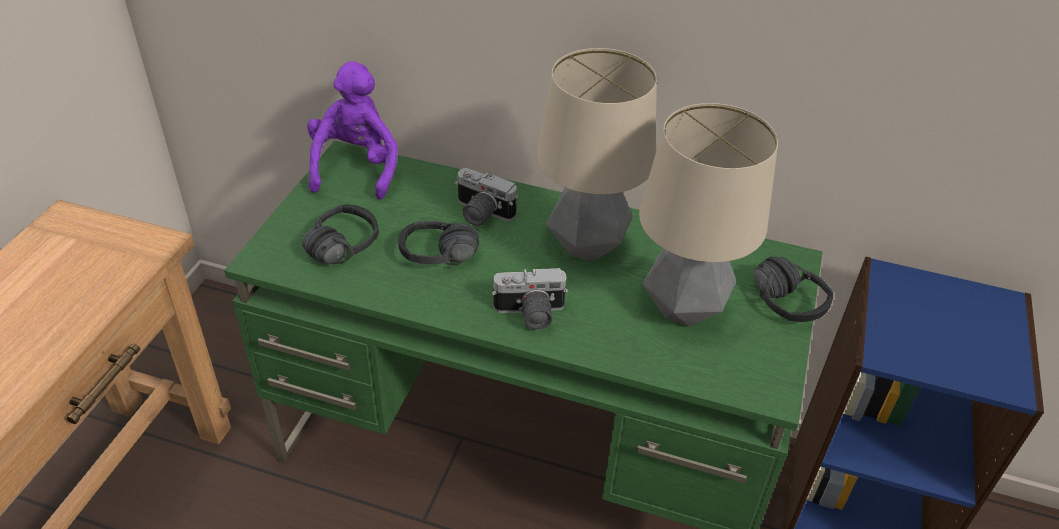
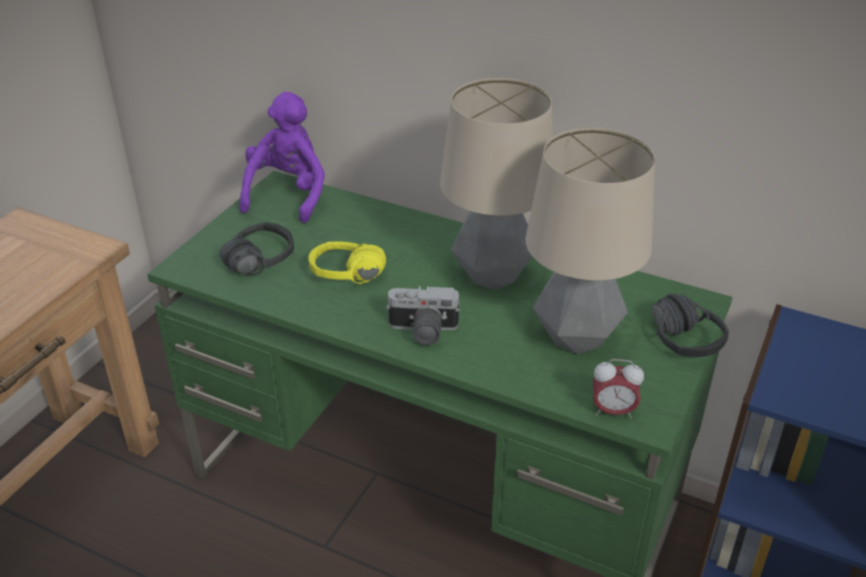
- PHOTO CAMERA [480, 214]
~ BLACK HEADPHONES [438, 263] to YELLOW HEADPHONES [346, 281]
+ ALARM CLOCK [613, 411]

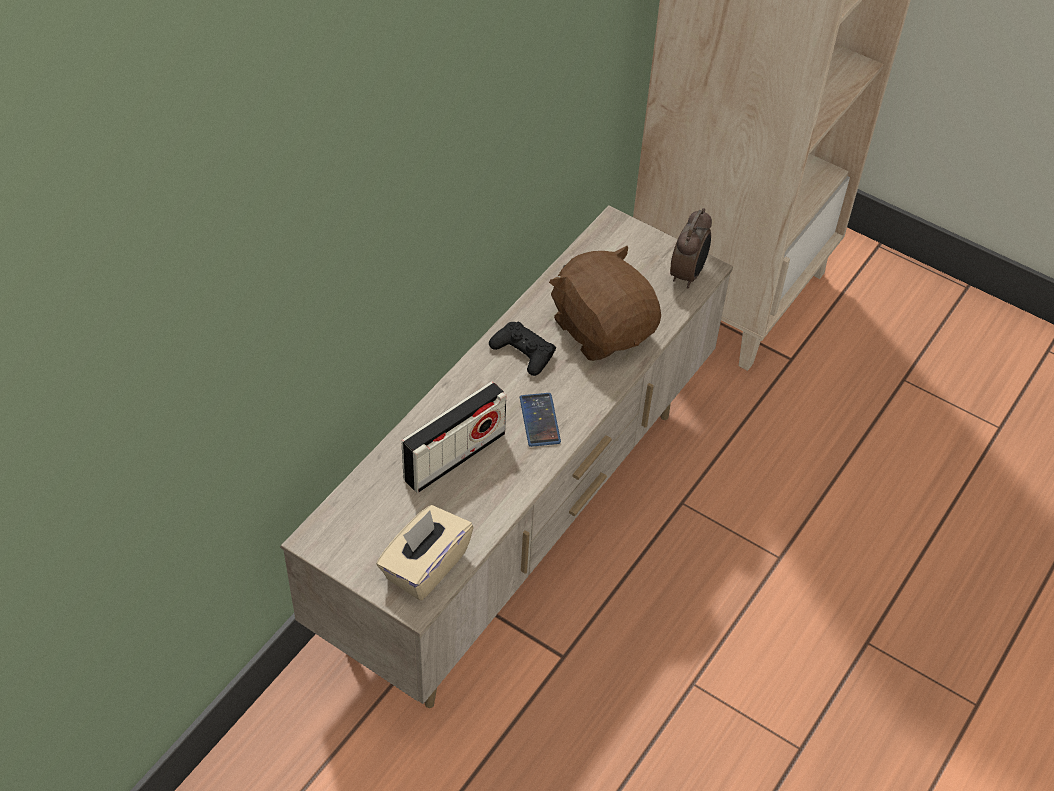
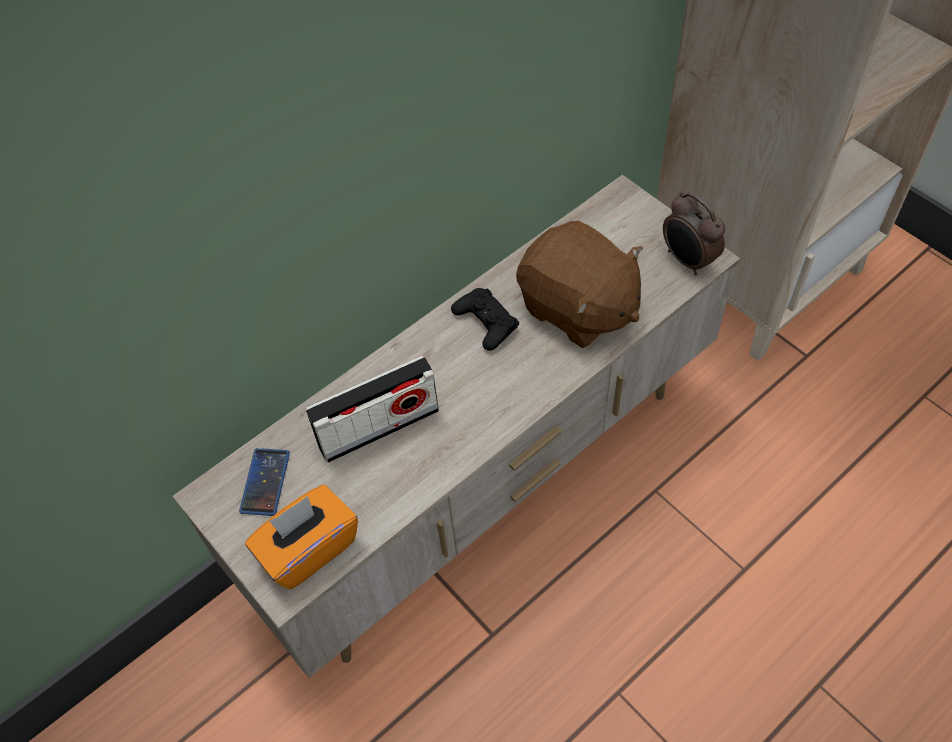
~ ALARM CLOCK [688, 274] = [687, 261] 105 degrees clockwise
~ BROWN PLUSH TOY [602, 329] = [577, 308] 150 degrees clockwise
~ PHONE [540, 420] to [265, 482]
~ BEIGE TISSUE BOX [425, 566] to ORANGE TISSUE BOX [308, 549]

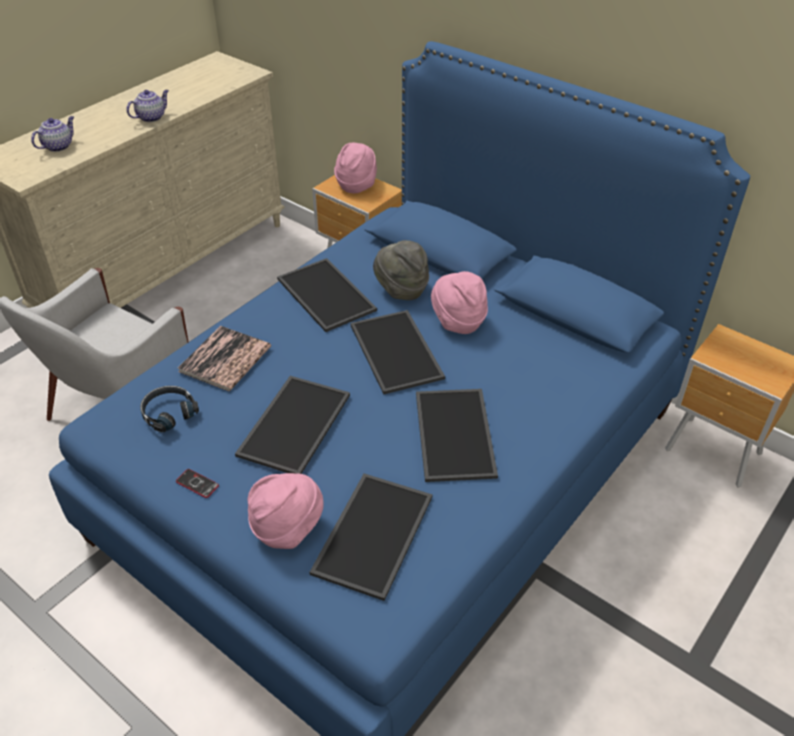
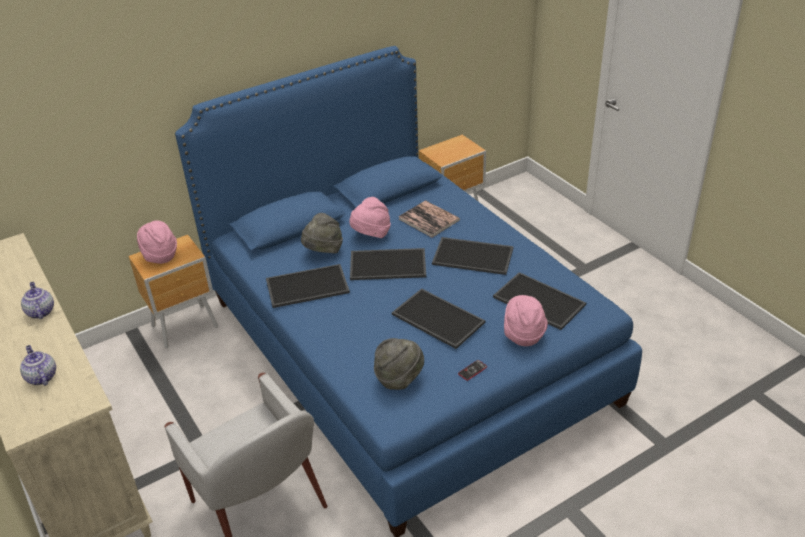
~ BOOK [225, 359] to [429, 219]
~ BLACK HEADPHONES [168, 412] to GREY HAT [399, 378]

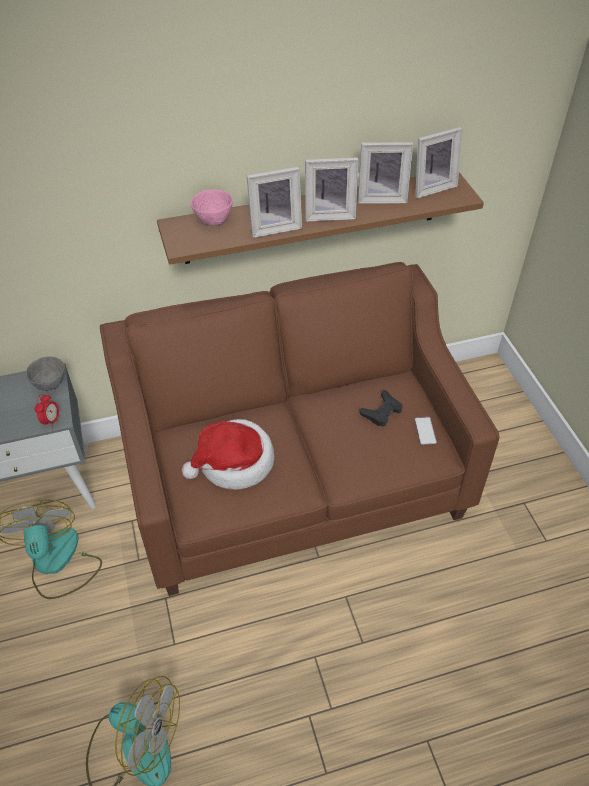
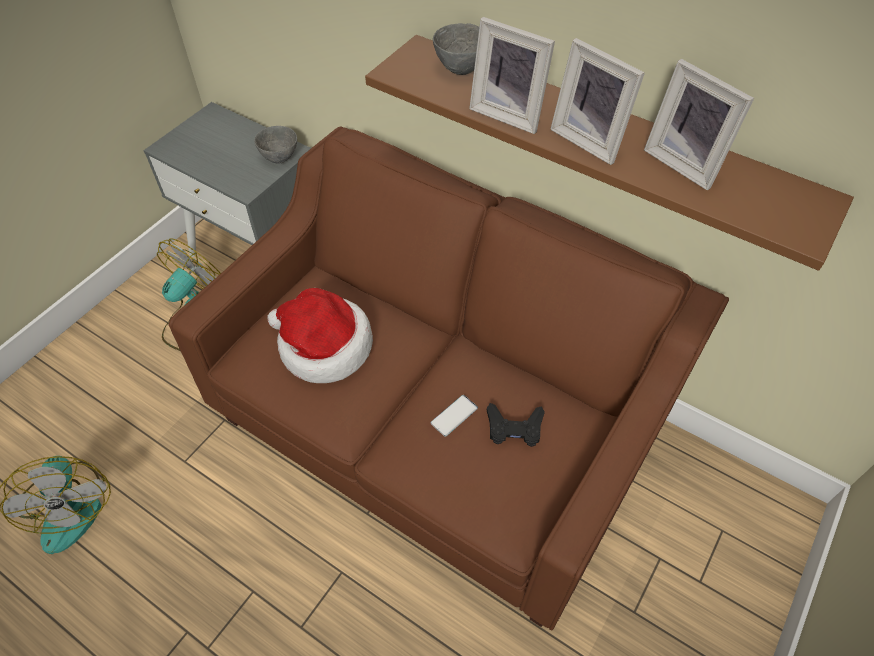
- PICTURE FRAME [431, 187]
~ PINK BOWL [214, 222] to GREY BOWL [460, 69]
- ALARM CLOCK [51, 421]
~ PHONE [425, 431] to [454, 415]

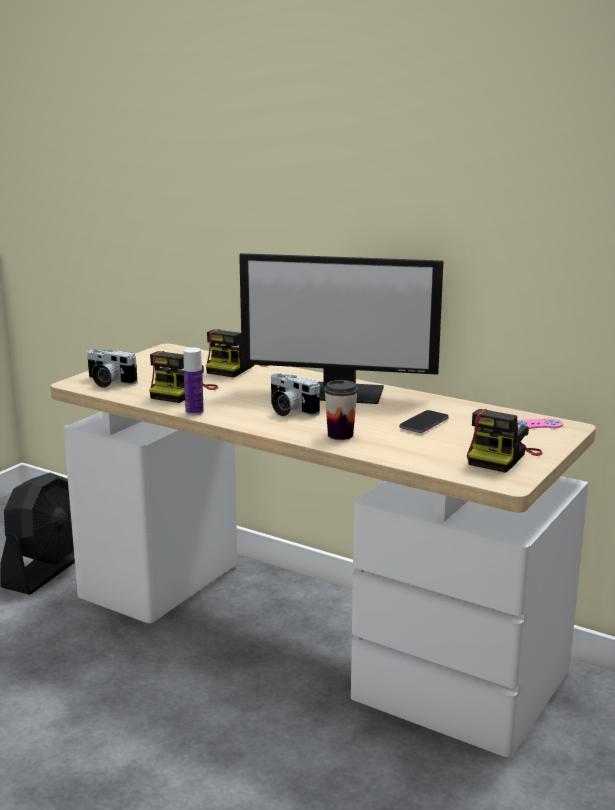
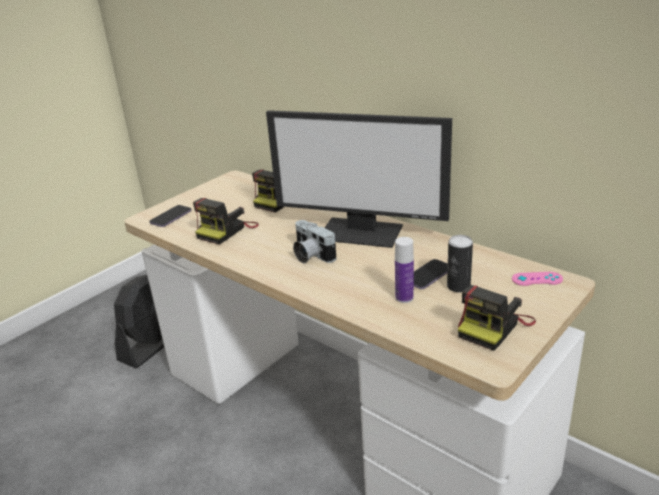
~ BOTTLE [194, 412] to [404, 297]
~ PHOTO CAMERA [108, 382] to PHONE [171, 217]
- CUP [340, 435]
+ CAN [458, 286]

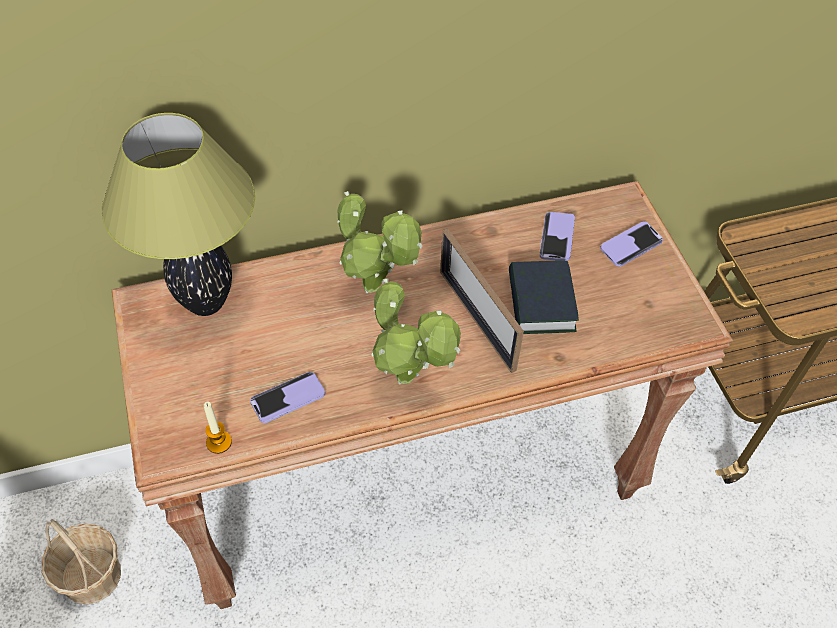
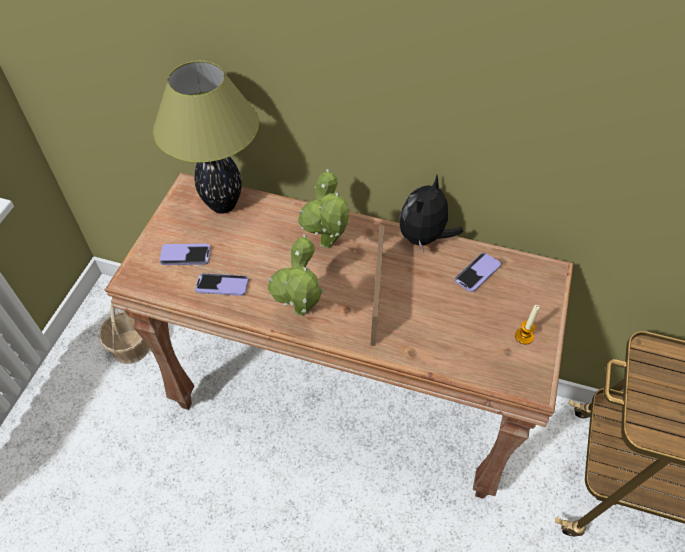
~ PHONE [631, 245] to [185, 255]
- BOOK [540, 303]
~ CANDLE [219, 442] to [524, 336]
+ PLUSH TOY [424, 238]

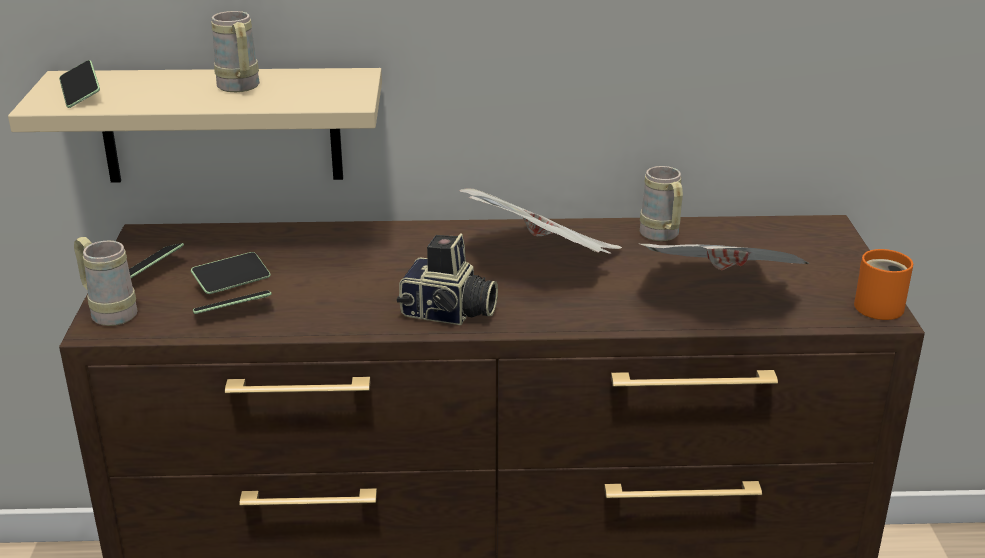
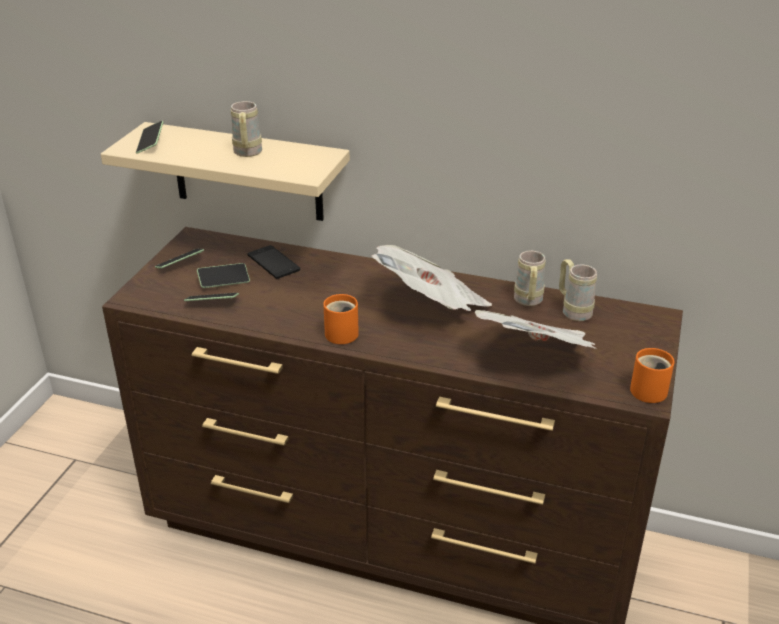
~ PHOTO CAMERA [448, 314] to ORANGE MUG [343, 332]
~ BEIGE MUG [108, 312] to [573, 310]
+ PHONE [273, 262]

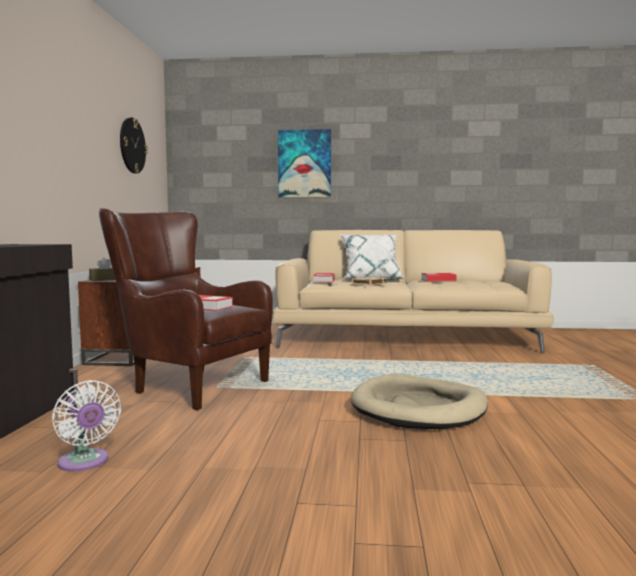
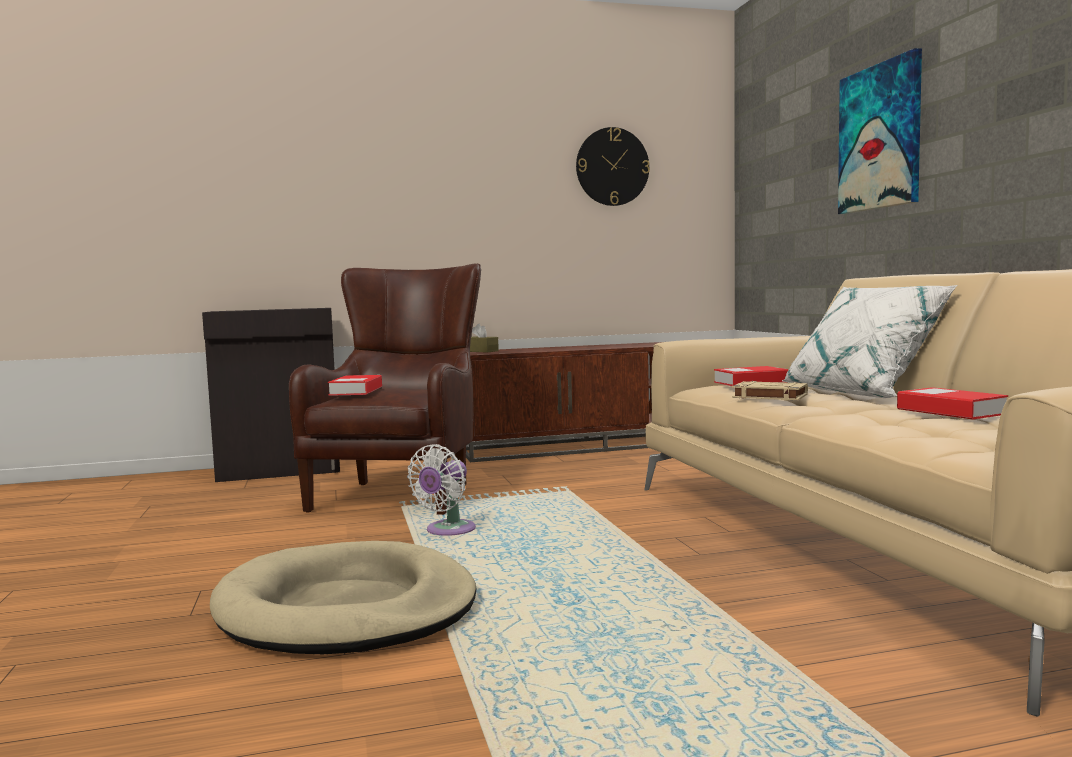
~ WHITE FAN [85, 463] to [447, 531]

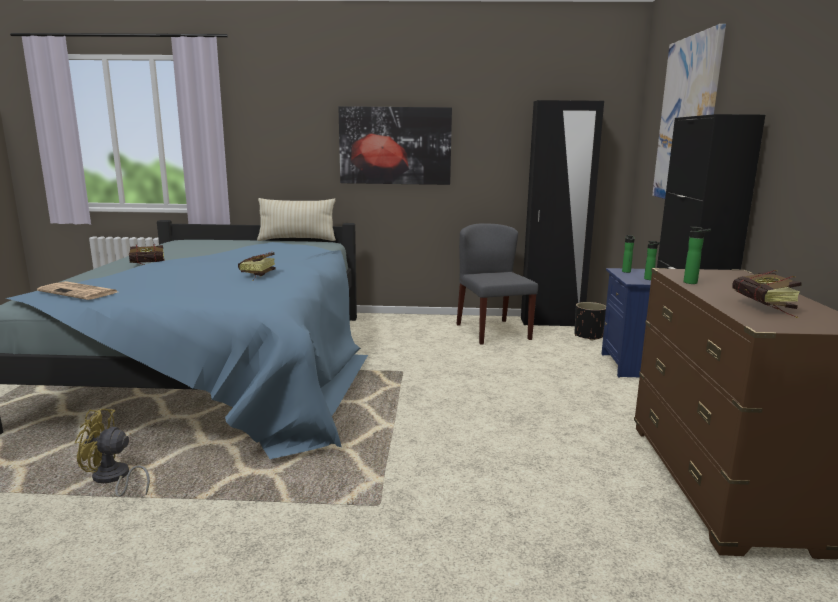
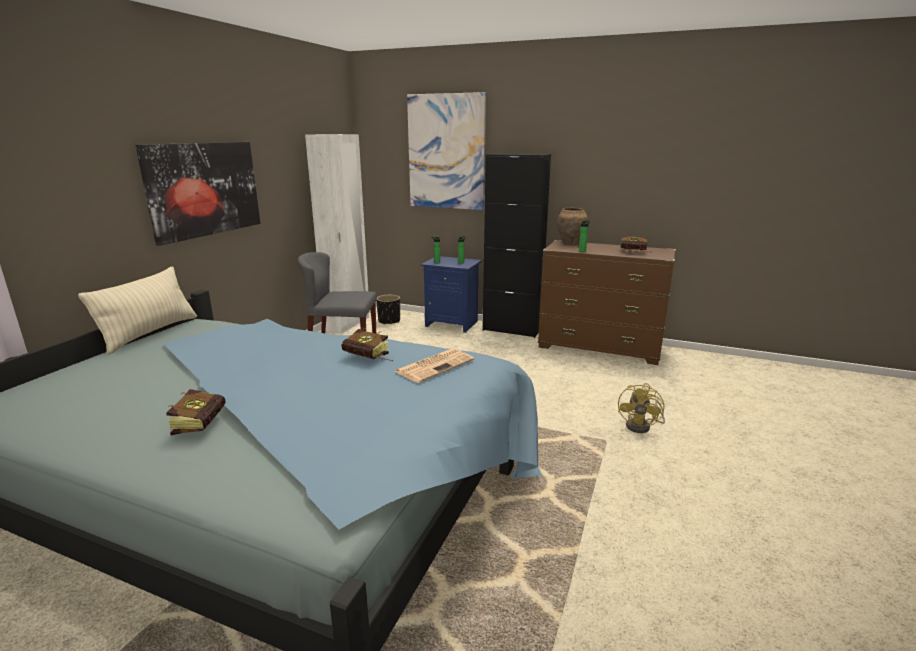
~ BLACK WARDROBE [551, 322] to WHITE WARDROBE [347, 324]
~ NEWSPAPER [80, 292] to [435, 365]
~ YELLOW FAN [113, 479] to [642, 426]
+ BROWN VASE [571, 243]

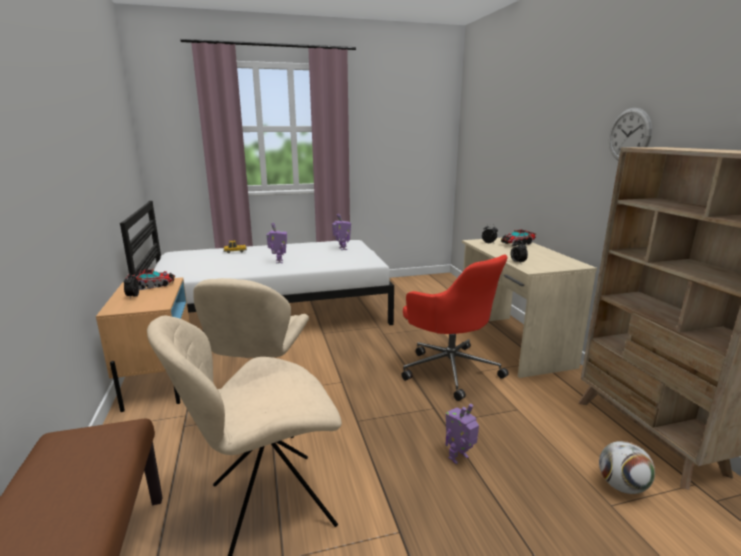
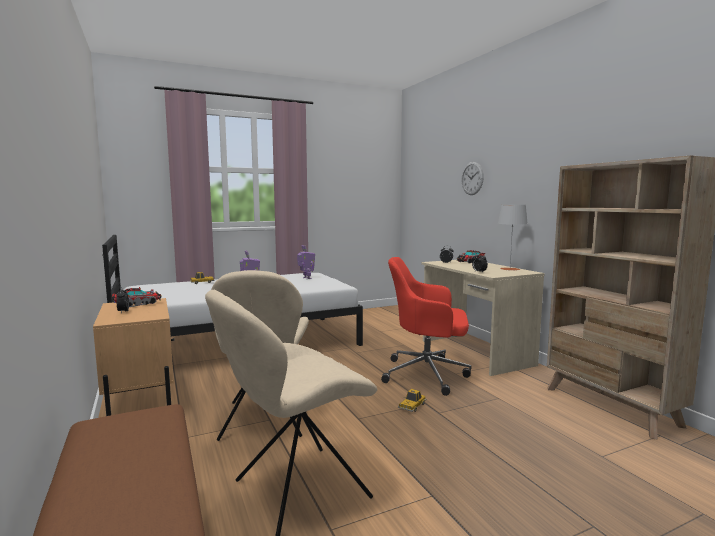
~ WALL CLOCK [629, 135] to [472, 178]
~ RED OFFICE CHAIR [449, 369] = [427, 374] 150 degrees clockwise
- TOY ROBOT [459, 458]
- FOOTBALL [622, 486]
+ GREY TABLE LAMP [510, 269]
+ TOY CAR [412, 406]

